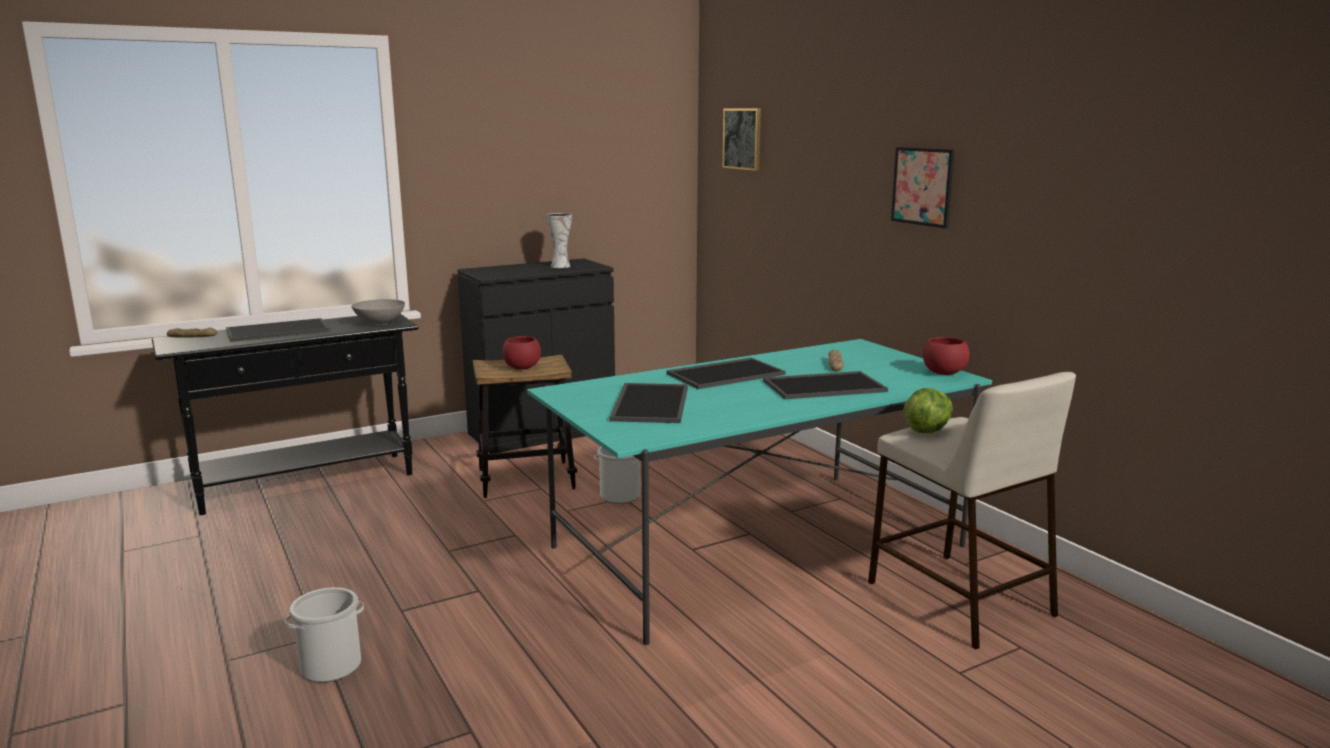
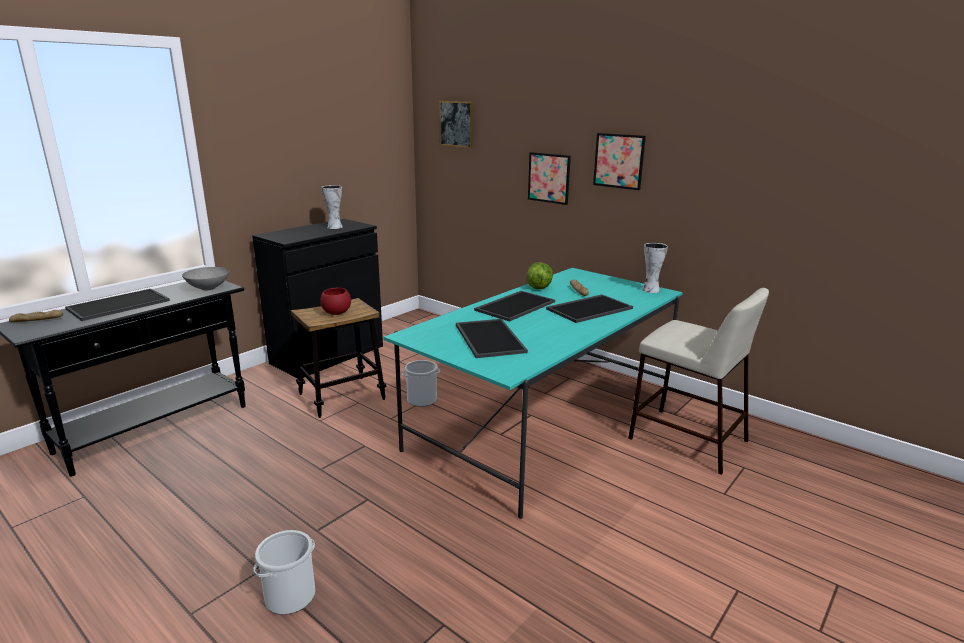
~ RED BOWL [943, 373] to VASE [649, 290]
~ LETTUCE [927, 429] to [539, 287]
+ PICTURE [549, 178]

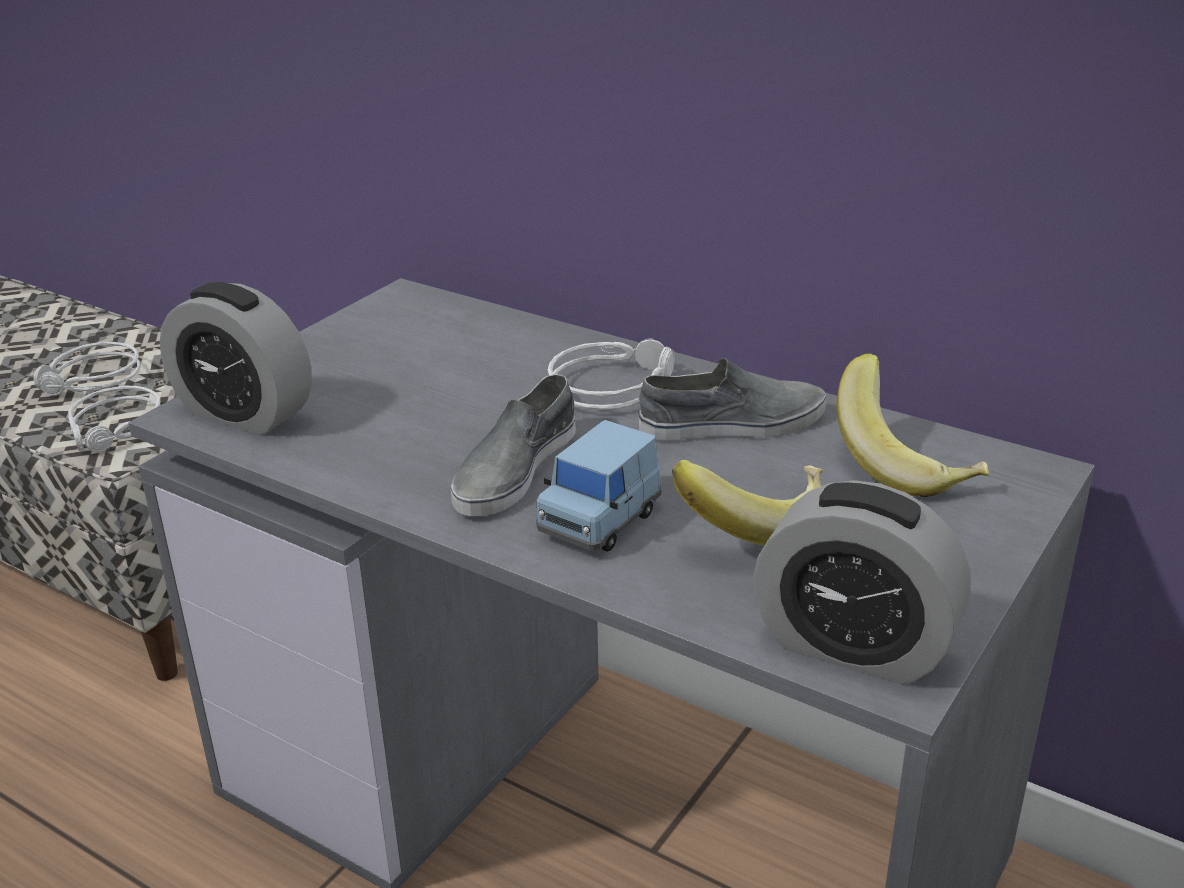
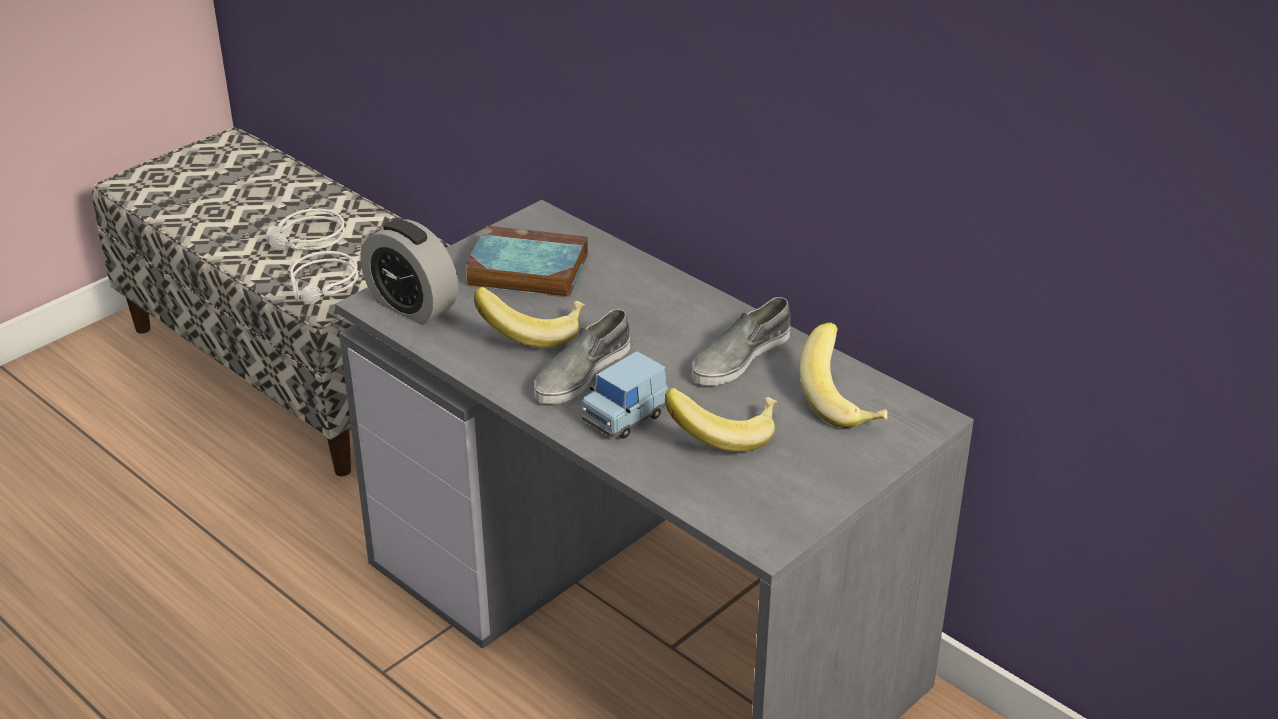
- GREY HEADPHONES [612, 384]
~ GREY SHOE [733, 424] = [739, 356] 135 degrees clockwise
- ALARM CLOCK [853, 646]
+ BOOK [524, 270]
+ BANANA [533, 333]

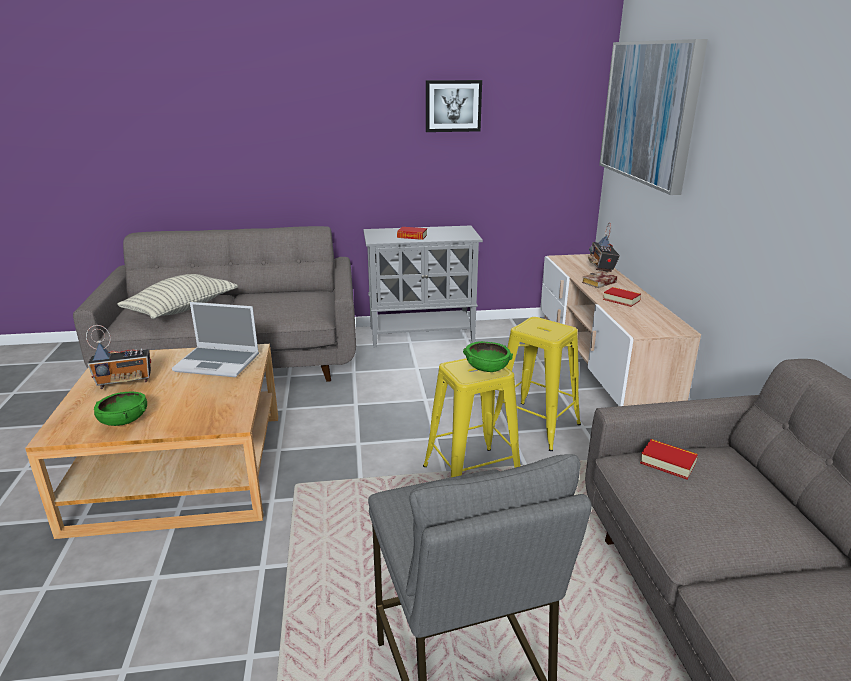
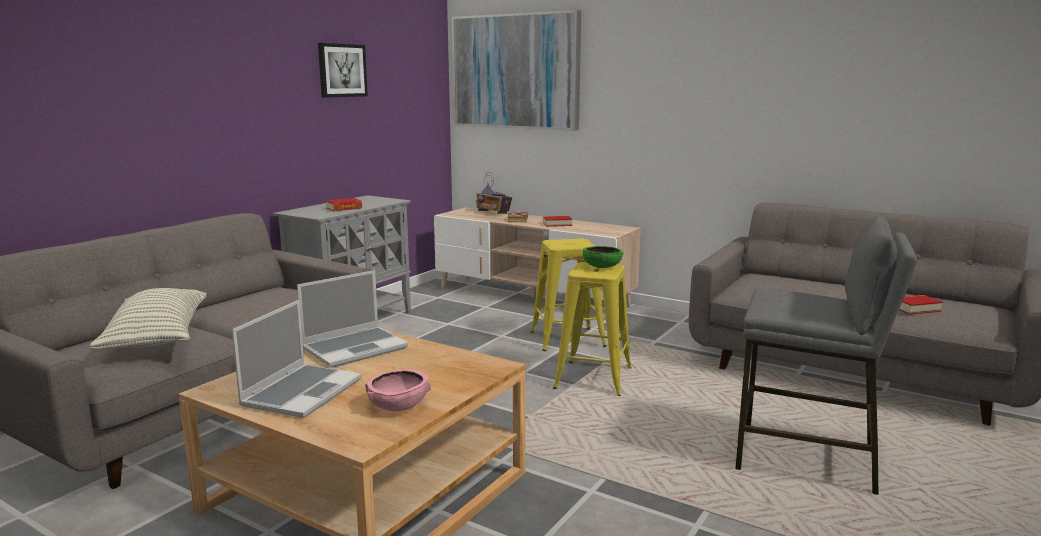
~ RADIO [125, 382] to LAPTOP [302, 392]
~ GREEN BOWL [124, 420] to PINK BOWL [399, 406]
~ BOOK [667, 463] to [915, 309]

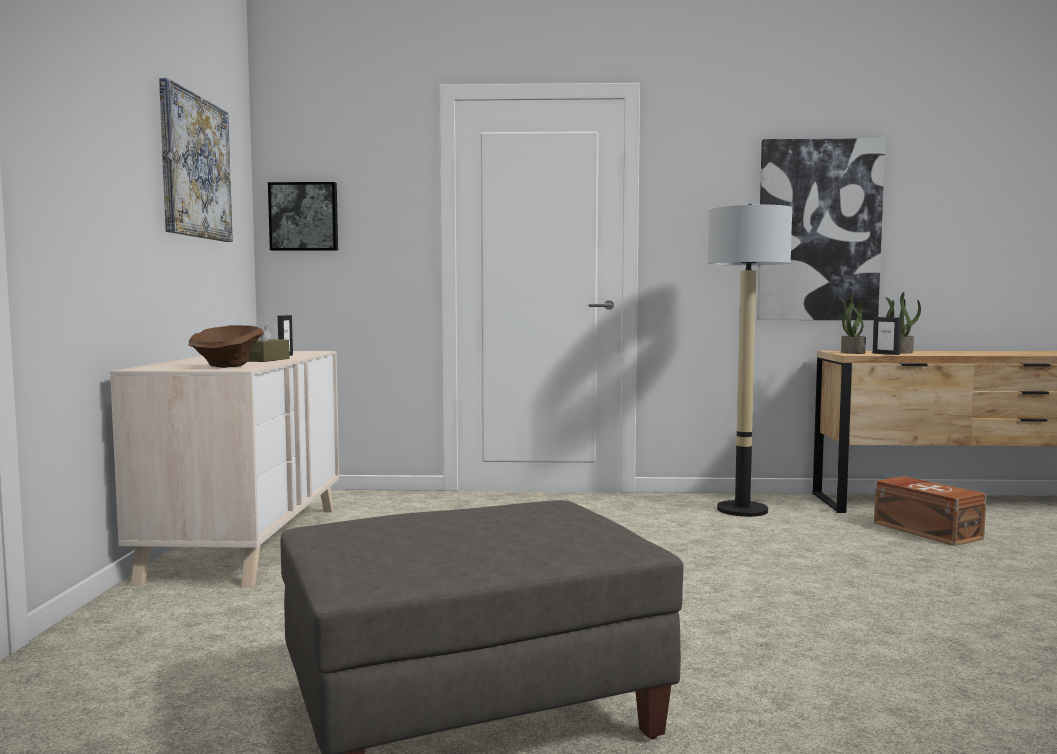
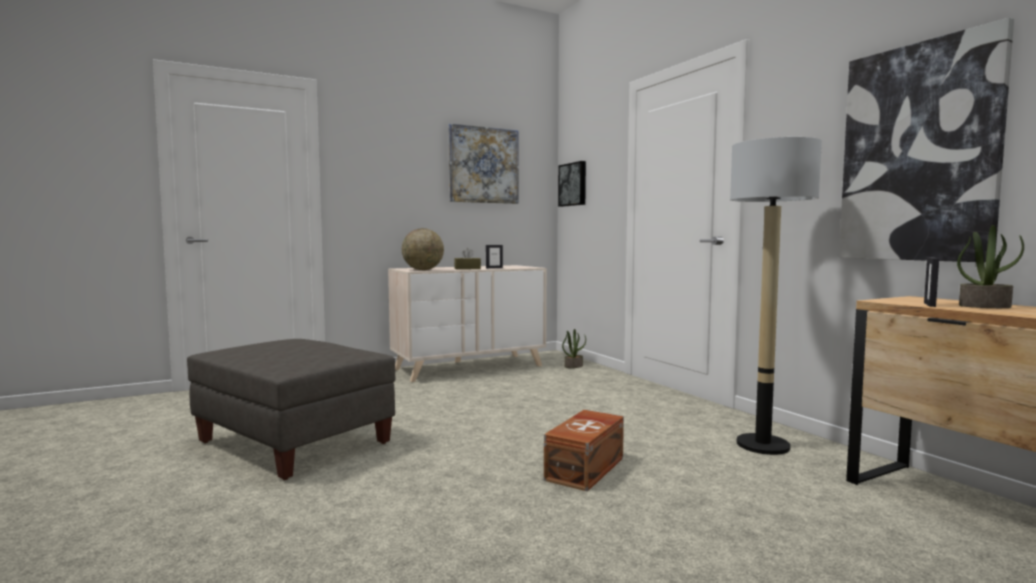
~ POTTED PLANT [852, 352] to [573, 366]
~ BROWN BOWL [227, 366] to GLOBE [423, 270]
~ BROWN STORAGE BOX [926, 530] to [587, 468]

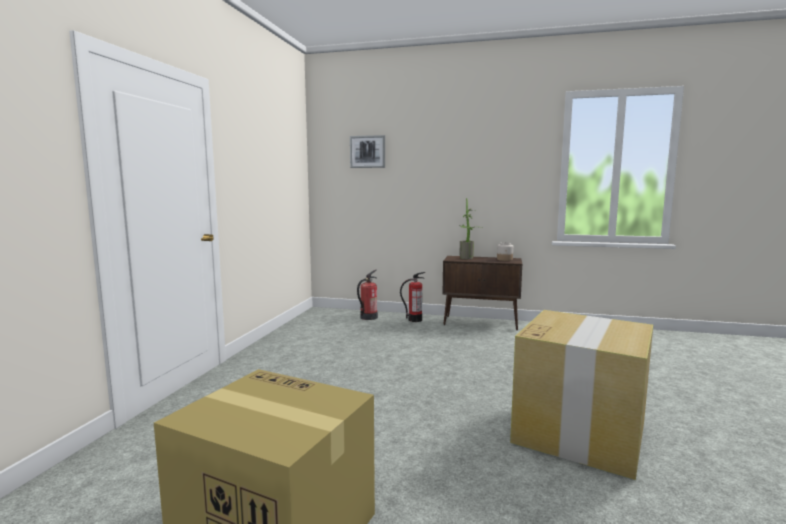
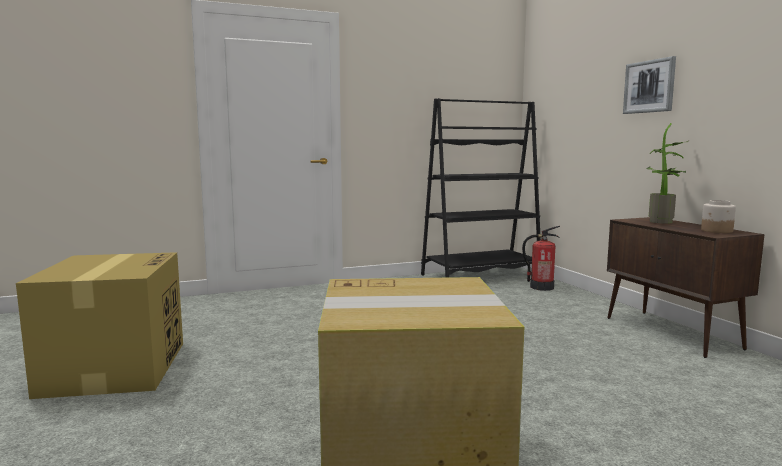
~ PICTURE [367, 151] to [649, 86]
- FIRE EXTINGUISHER [415, 320]
+ BLACK BOOKCASE [481, 276]

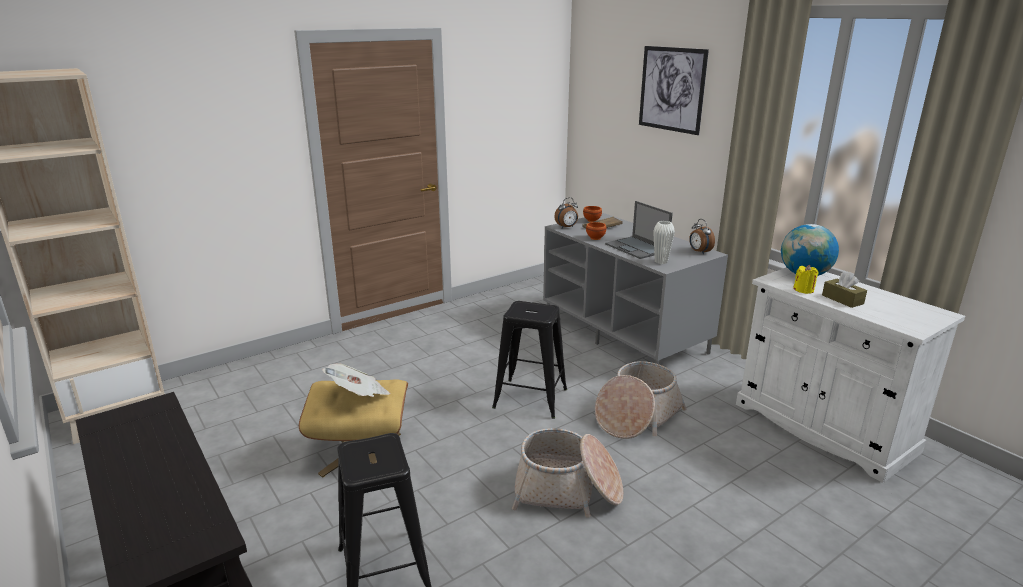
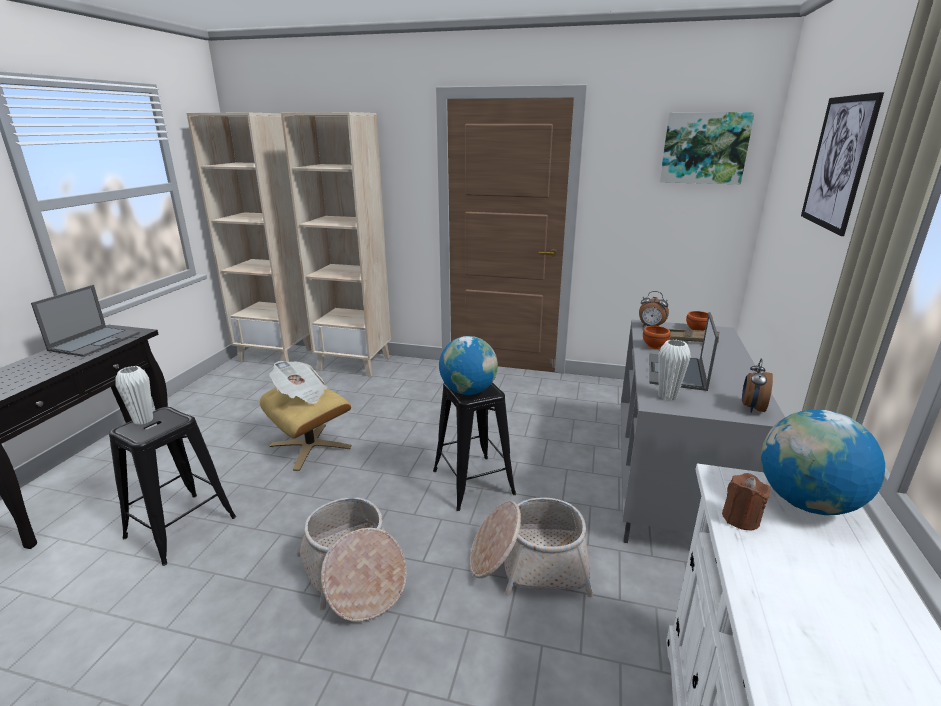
~ YELLOW CANDLE [803, 290] to BROWN CANDLE [740, 518]
- BROWN TISSUE BOX [842, 299]
+ BEIGE BOOKCASE [355, 363]
+ PICTURE [704, 148]
+ LAPTOP [95, 341]
+ GLOBE [468, 391]
+ WHITE VASE [143, 420]

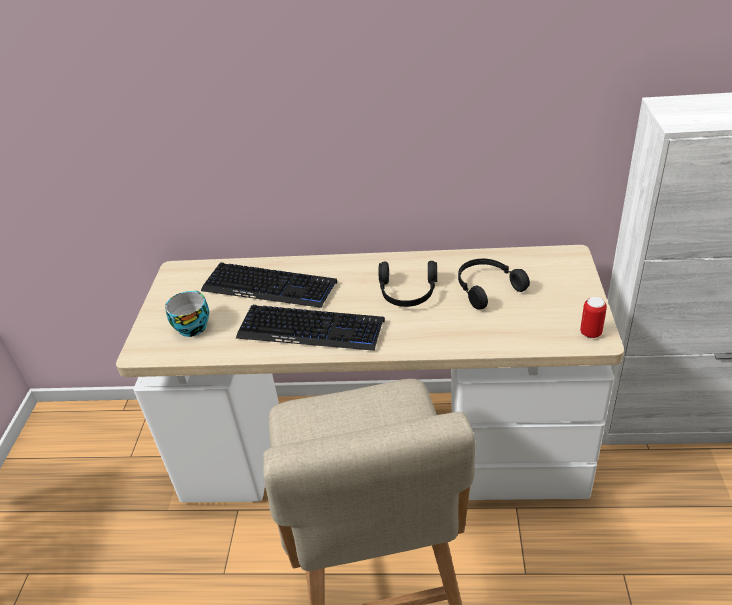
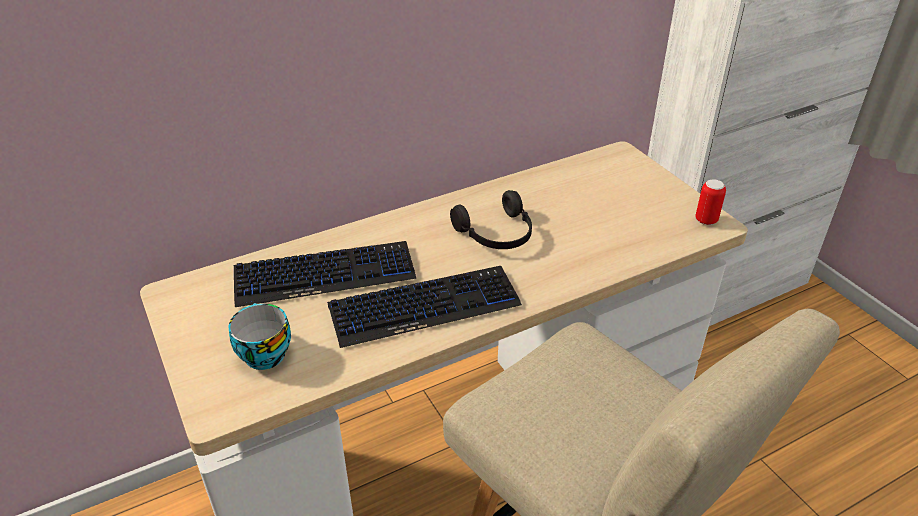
- BLACK HEADPHONES [486, 288]

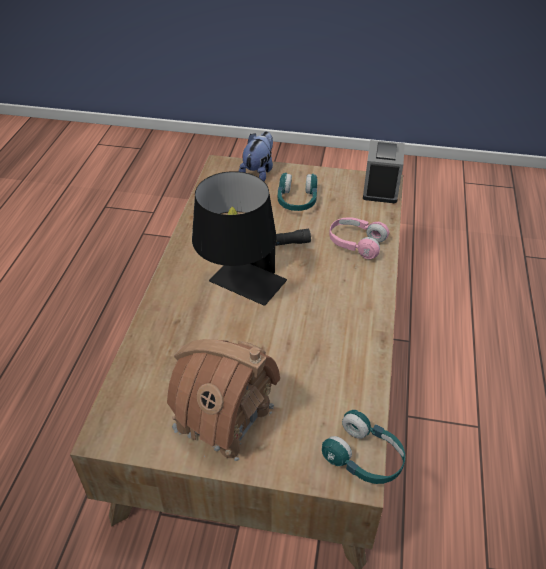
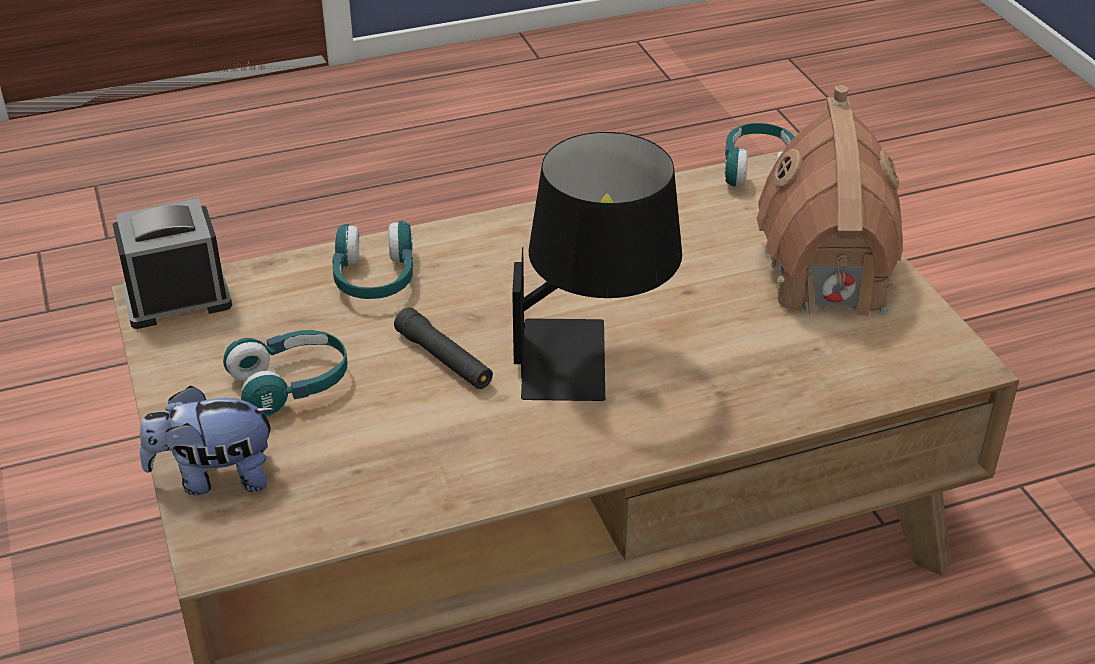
~ PINK HEADPHONES [356, 244] to TURQUOISE HEADPHONES [374, 279]

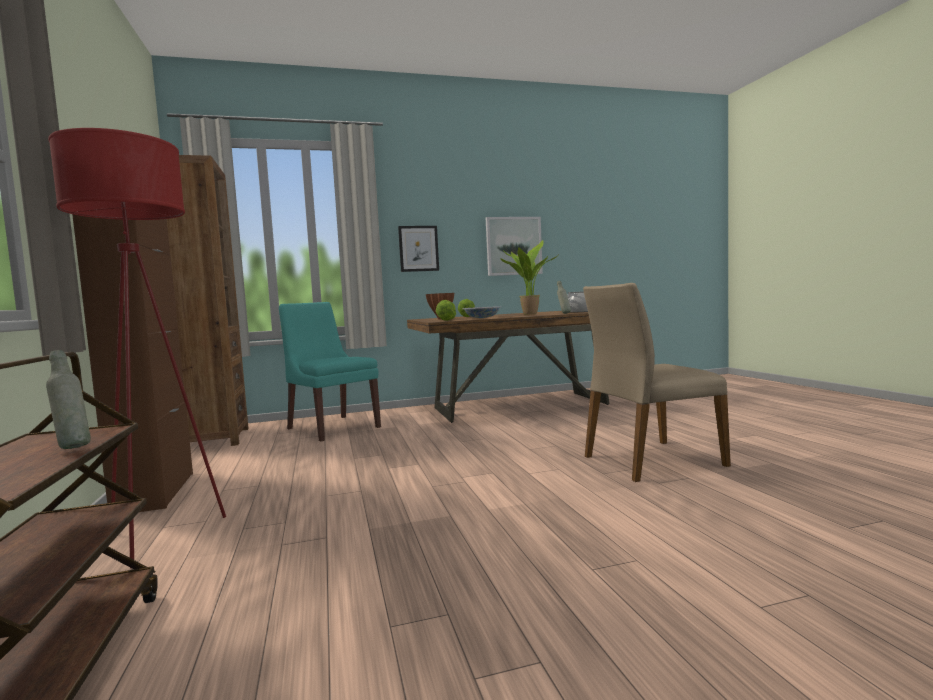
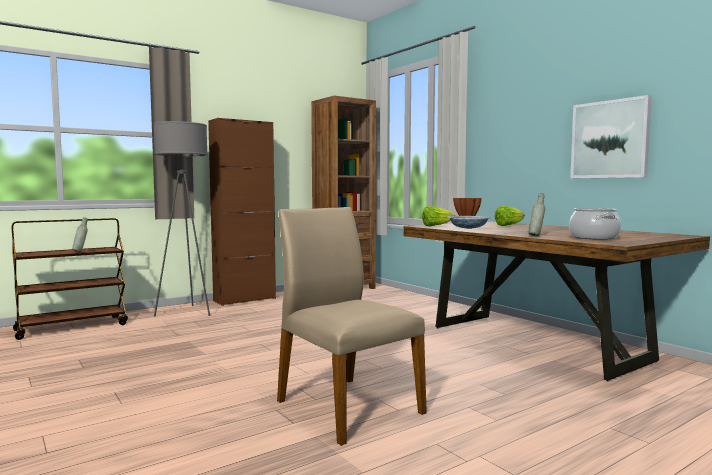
~ RED FLOOR LAMP [160, 537] to GREY FLOOR LAMP [186, 312]
- PICTURE [418, 248]
- POTTED PLANT [528, 314]
- TURQUOISE CHAIR [332, 427]

